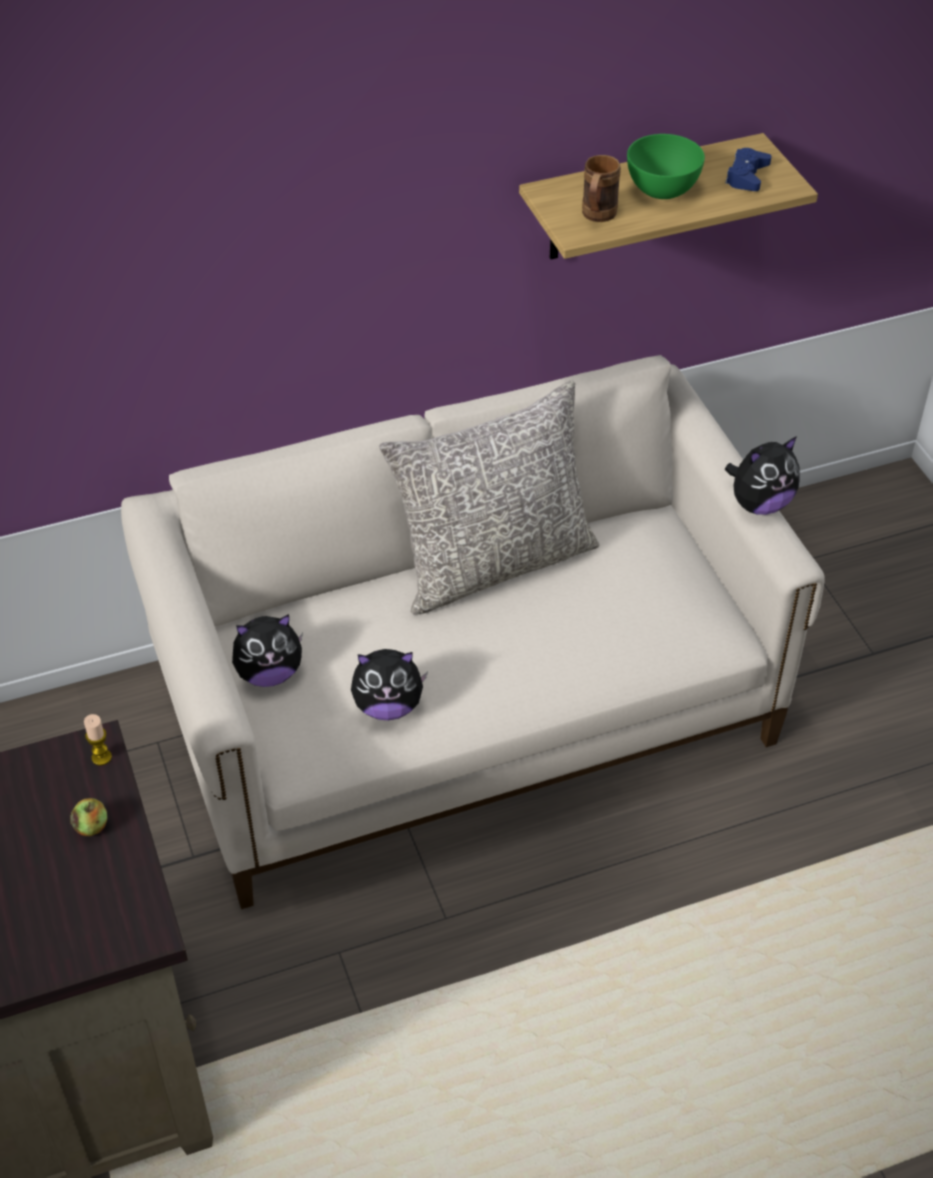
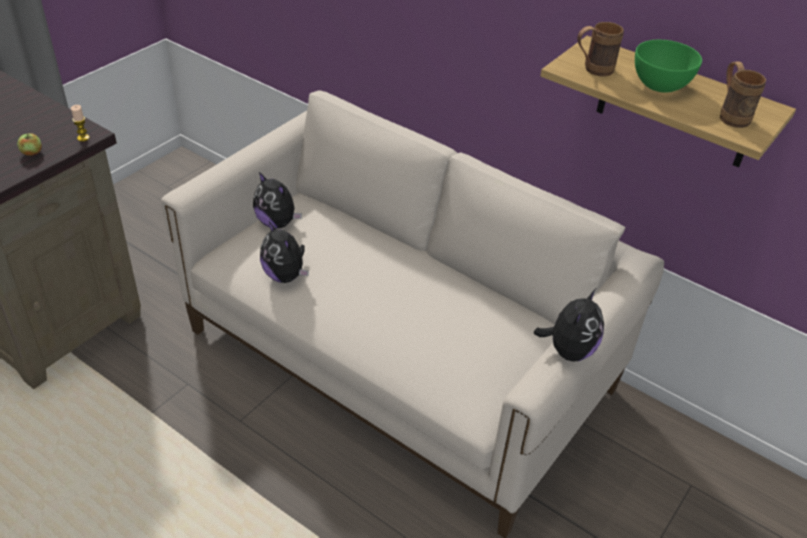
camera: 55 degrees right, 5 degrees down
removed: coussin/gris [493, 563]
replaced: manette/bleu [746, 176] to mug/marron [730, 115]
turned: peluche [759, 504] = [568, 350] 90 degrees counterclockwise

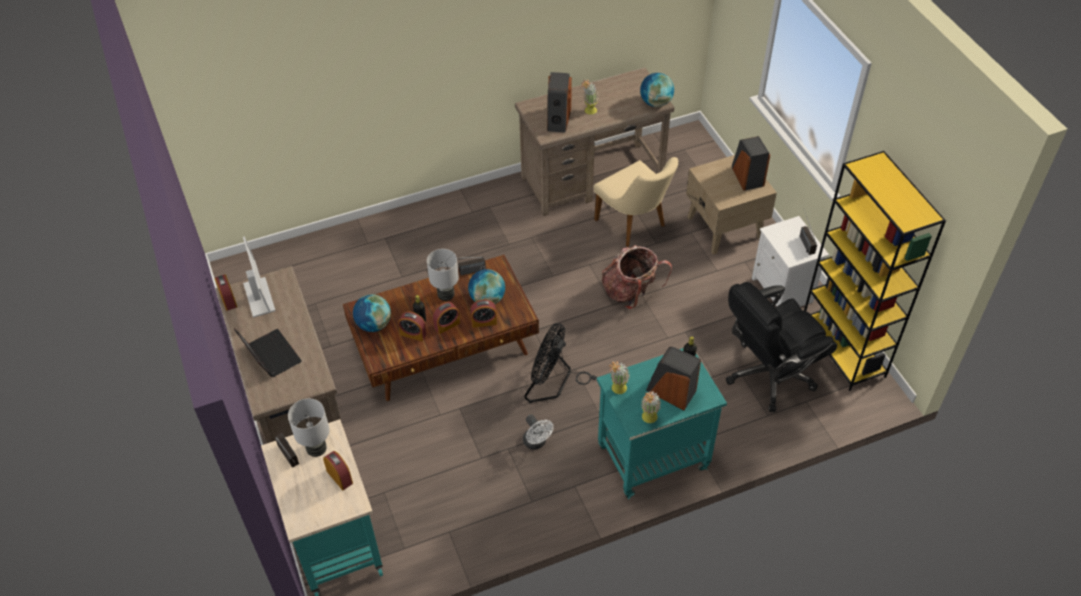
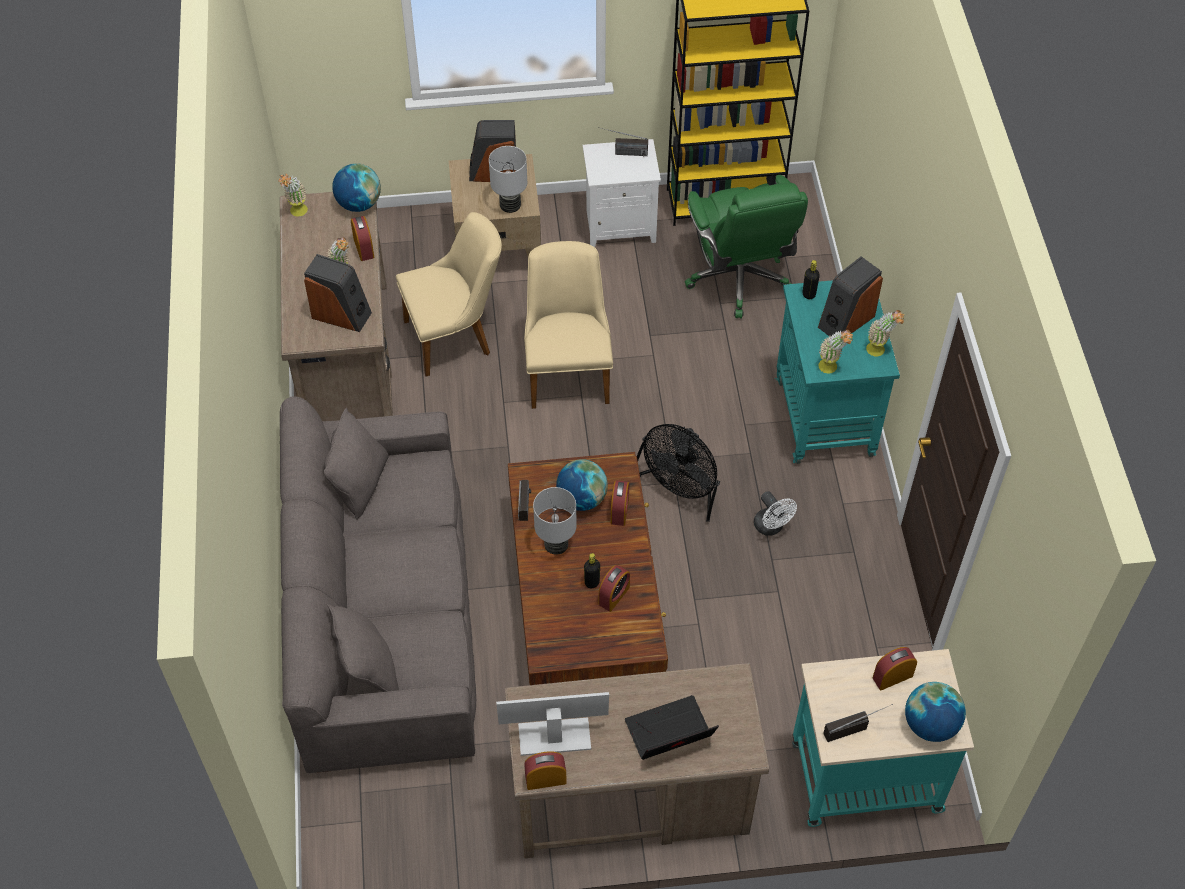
camera: 75 degrees left, 5 degrees up
added: plante en pot [297, 213]; canapé/gris [386, 616]
moved: lampe de table/gris [316, 448] to [510, 205]; globe [374, 324] to [930, 724]; réveil [447, 325] to [364, 248]
replaced: sac à dos [631, 292] to chaise/beige [568, 371]
recoloured: chaise de bureau/noir [770, 375] to chaise de bureau/vert [739, 277]
turned: ventilateur/blanc [536, 443] = [771, 527] 75 degrees clockwise

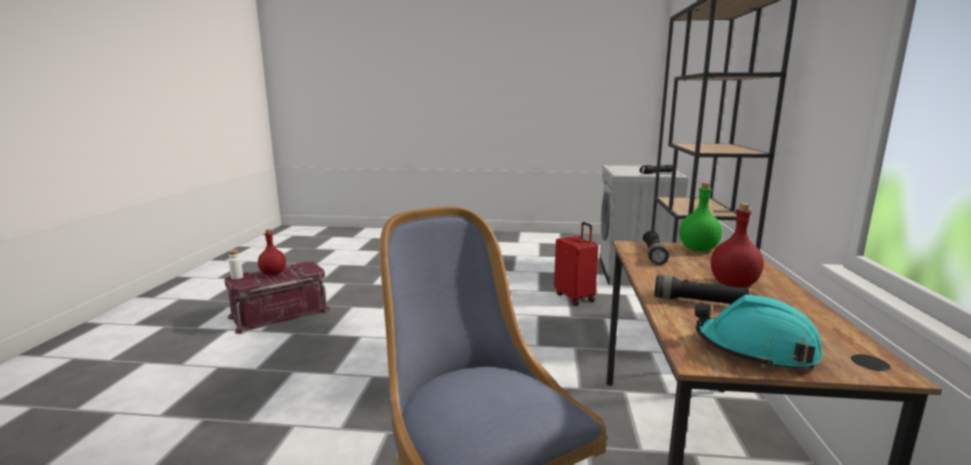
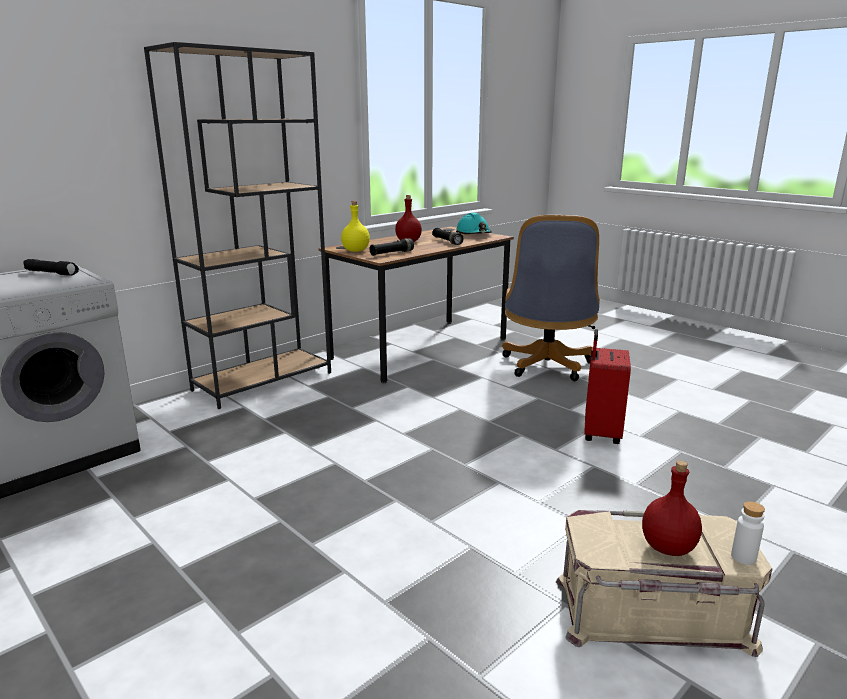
camera: 140 degrees left, 5 degrees up
moved: valise/rouge [575, 297] to [600, 434]
recoloured: boîte de rangement/rouge [280, 313] to boîte de rangement/beige [652, 615]; bouteille/vert [697, 249] to bouteille/jaune [356, 251]

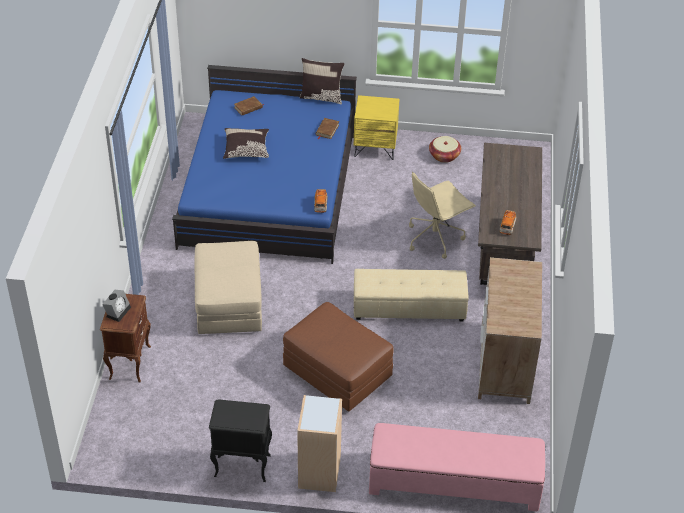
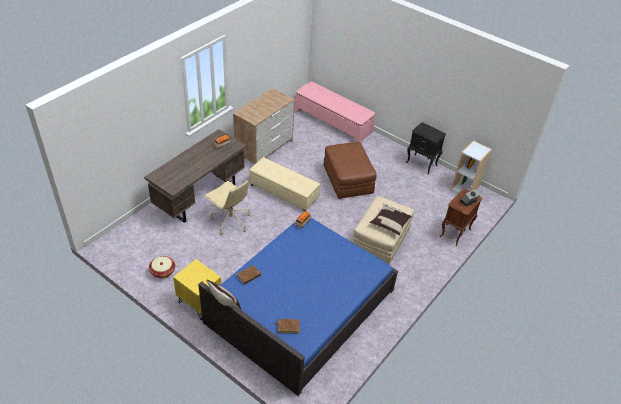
camera: 150 degrees left, 0 degrees up
moved: coussin [246, 149] to [390, 223]; bibliothèque [319, 473] to [465, 187]
turned: chaise de bureau/beige [436, 238] = [229, 220] 45 degrees clockwise

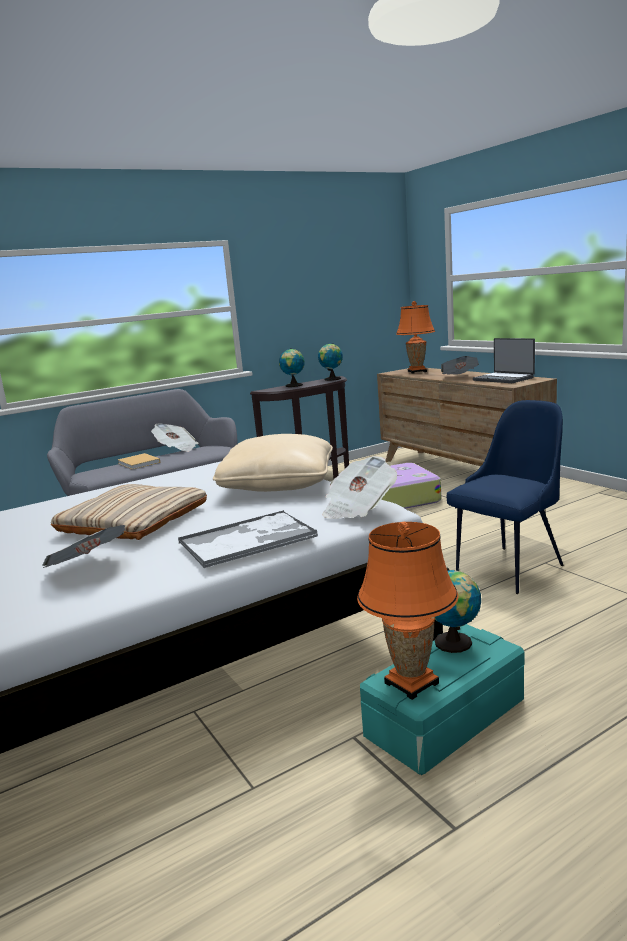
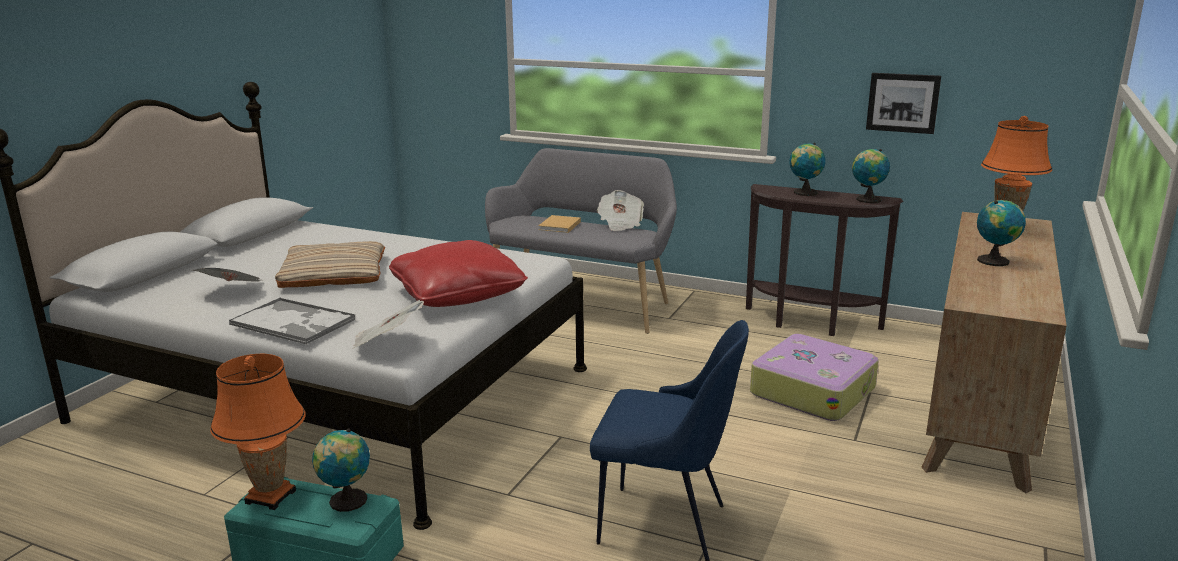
camera: 55 degrees right, 5 degrees up
removed: ordinateur portable [504, 379]
added: tableau [903, 102]
replaced: journal [459, 377] to globe [995, 261]
recoloured: coussin/beige [278, 484] to coussin/rouge [458, 294]

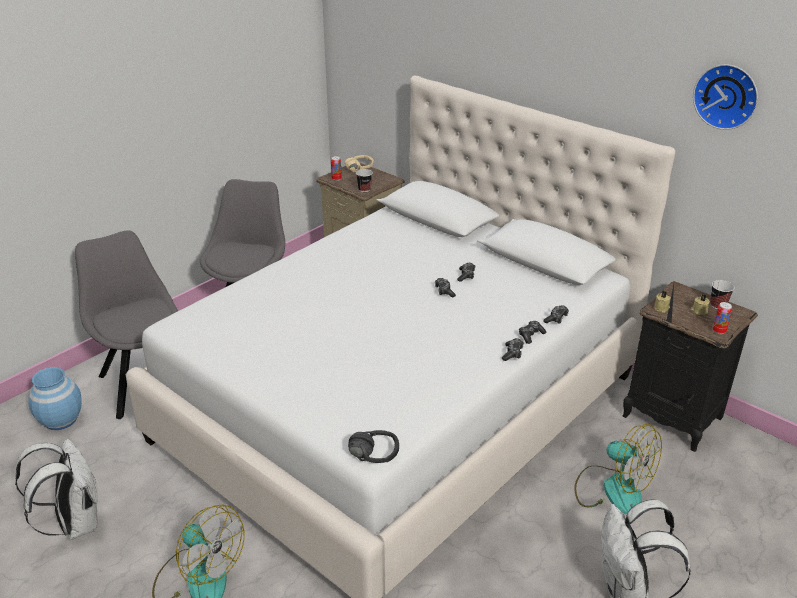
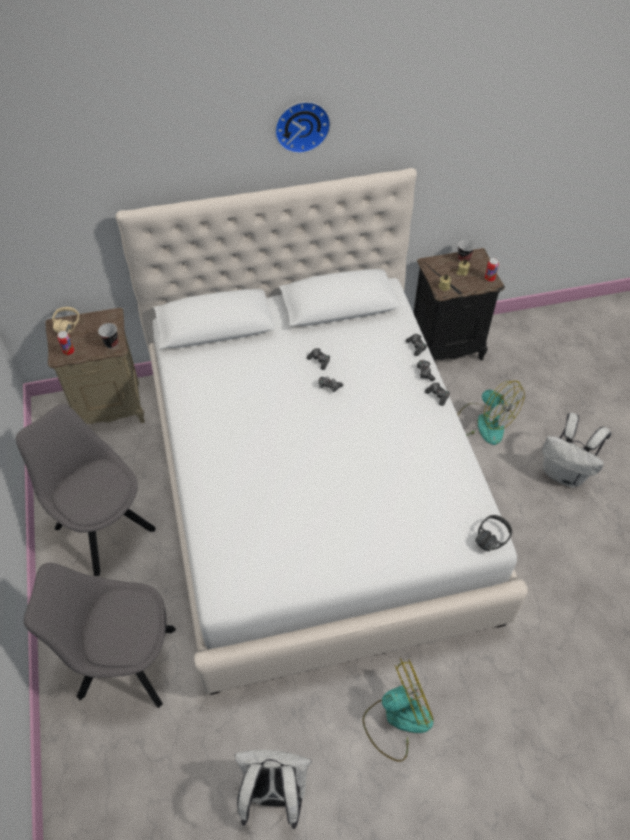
camera: 55 degrees left, 20 degrees up
removed: vase/bleu [60, 419]
moved: horloge murale [727, 96] to [301, 125]
turned: ventilateur [612, 489] = [484, 423] 60 degrees clockwise

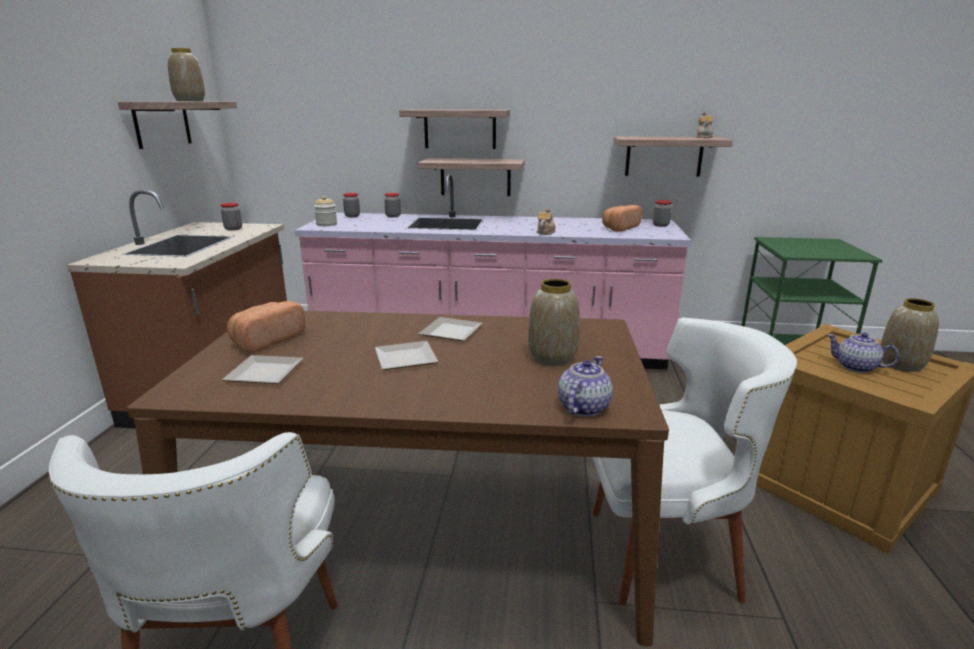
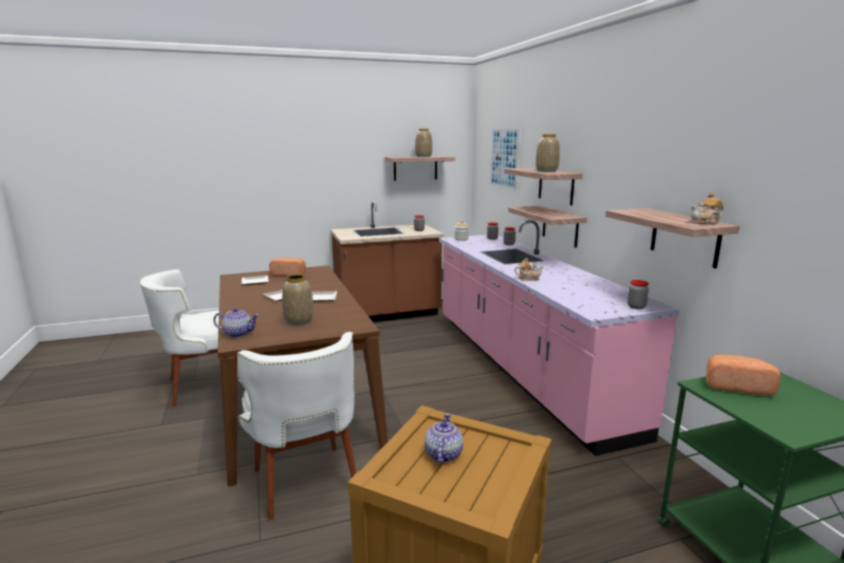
camera: 65 degrees right, 5 degrees down
added: tableau [504, 158]
moved: pain [619, 228] to [736, 386]; vase [900, 364] to [546, 171]

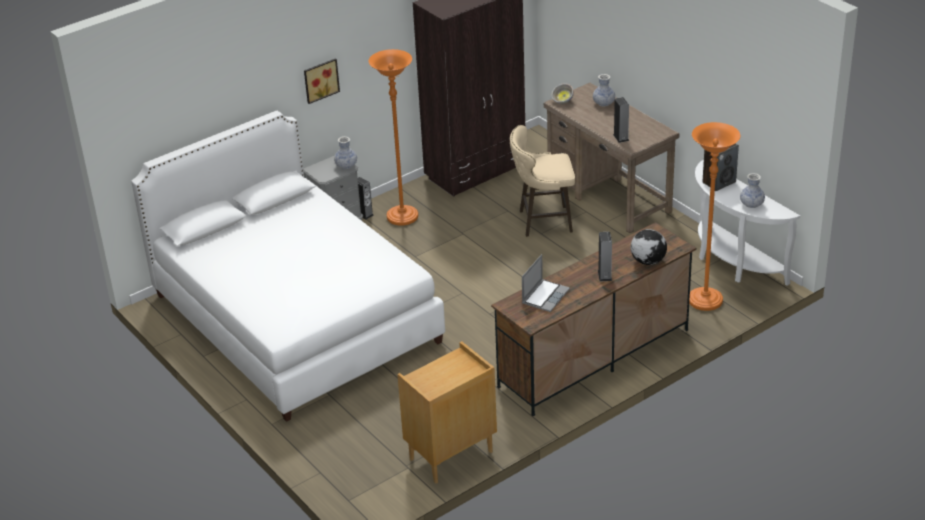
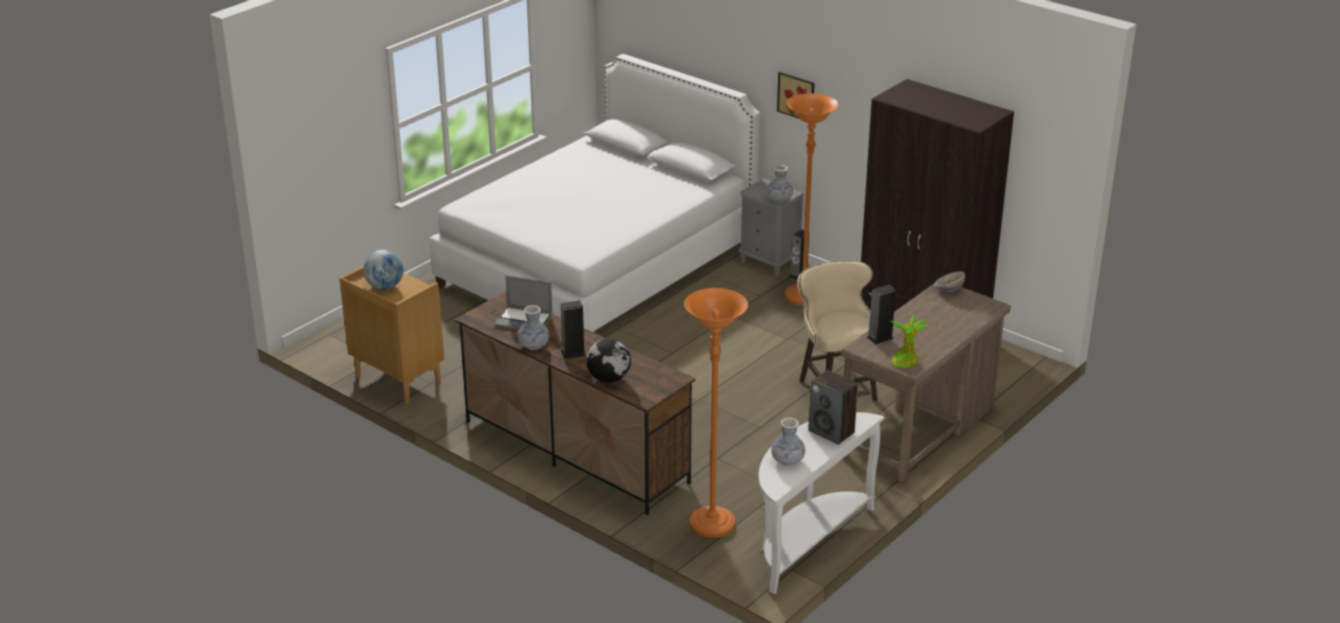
camera: 75 degrees right, 5 degrees down
added: globe [385, 286]; plante en pot [905, 360]
moved: vase [603, 103] to [533, 345]

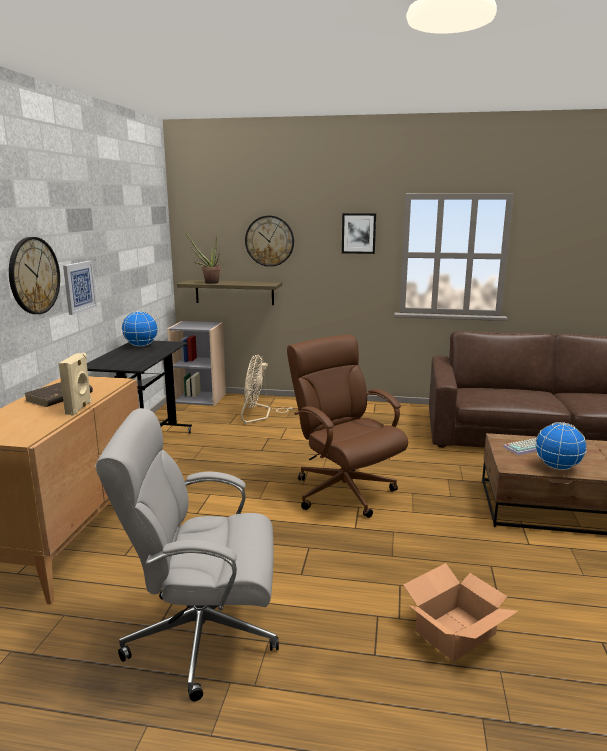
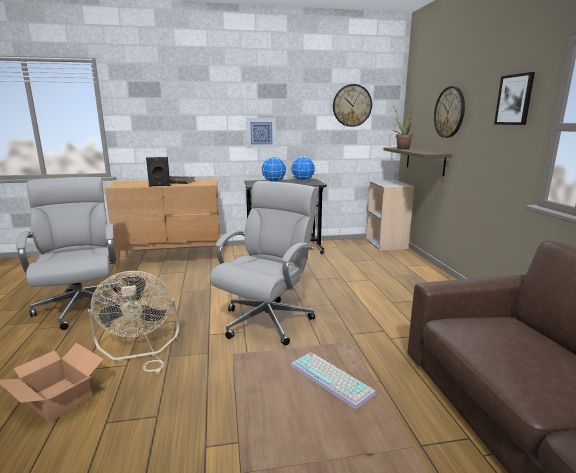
camera: 70 degrees right, 0 degrees up
moved: horloge murale [34, 275] to [352, 105]; ventilateur/beige [260, 413] to [140, 351]; globe [557, 467] to [274, 182]
recoloured: enceinte/beige [79, 408] to enceinte/noir [159, 186]; chaise de bureau/marron [344, 492] to chaise de bureau/gris [266, 321]

